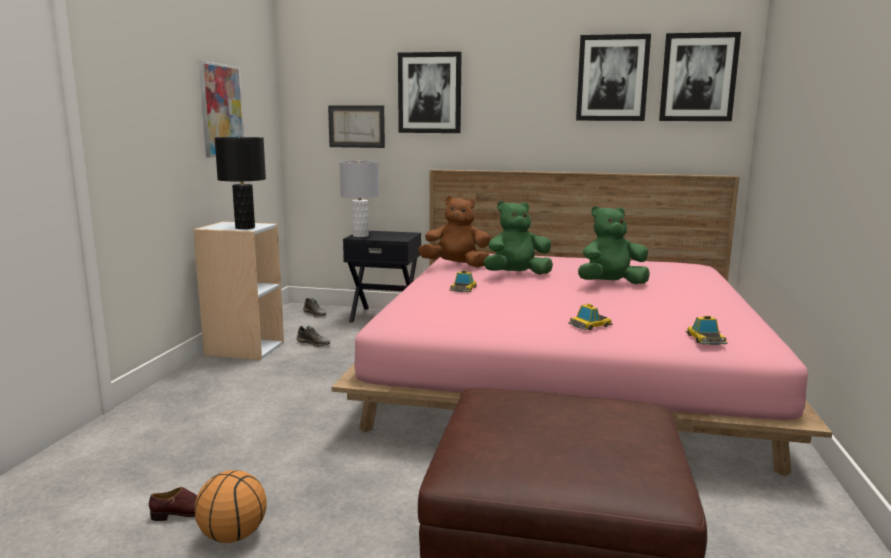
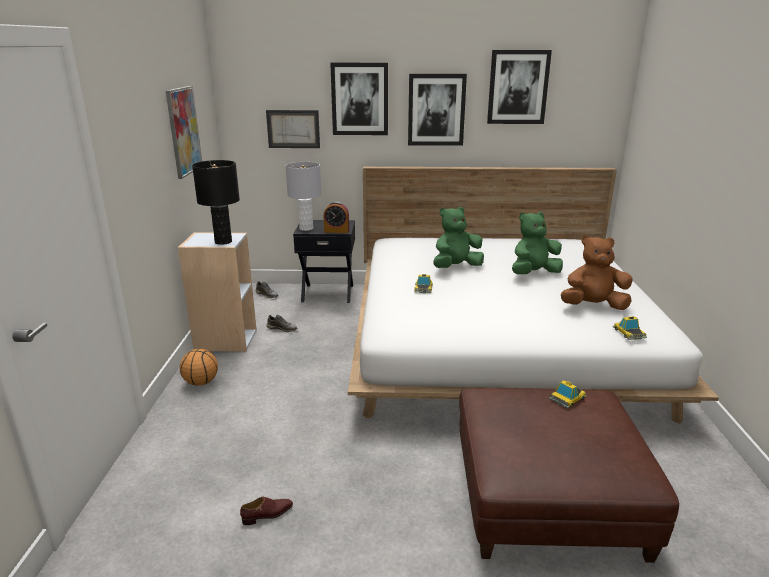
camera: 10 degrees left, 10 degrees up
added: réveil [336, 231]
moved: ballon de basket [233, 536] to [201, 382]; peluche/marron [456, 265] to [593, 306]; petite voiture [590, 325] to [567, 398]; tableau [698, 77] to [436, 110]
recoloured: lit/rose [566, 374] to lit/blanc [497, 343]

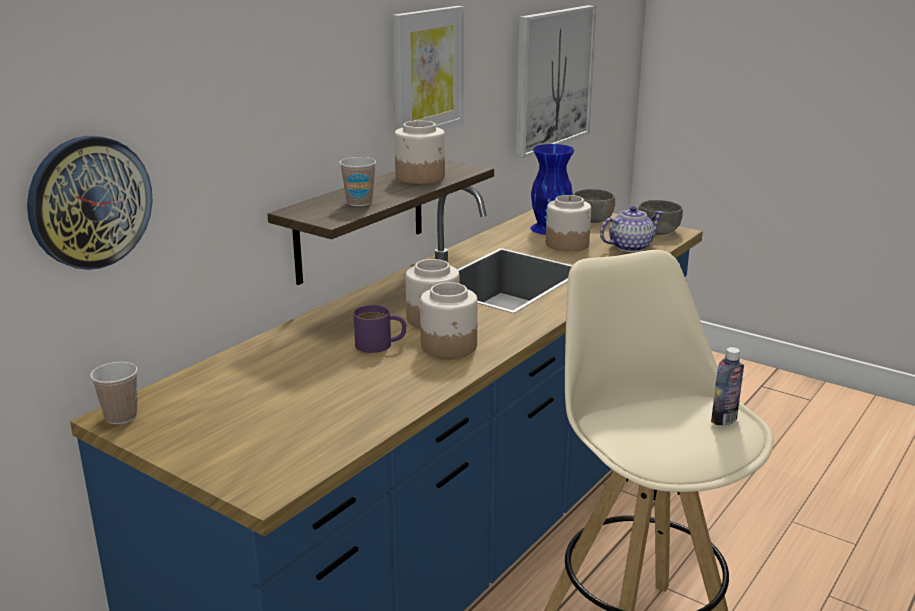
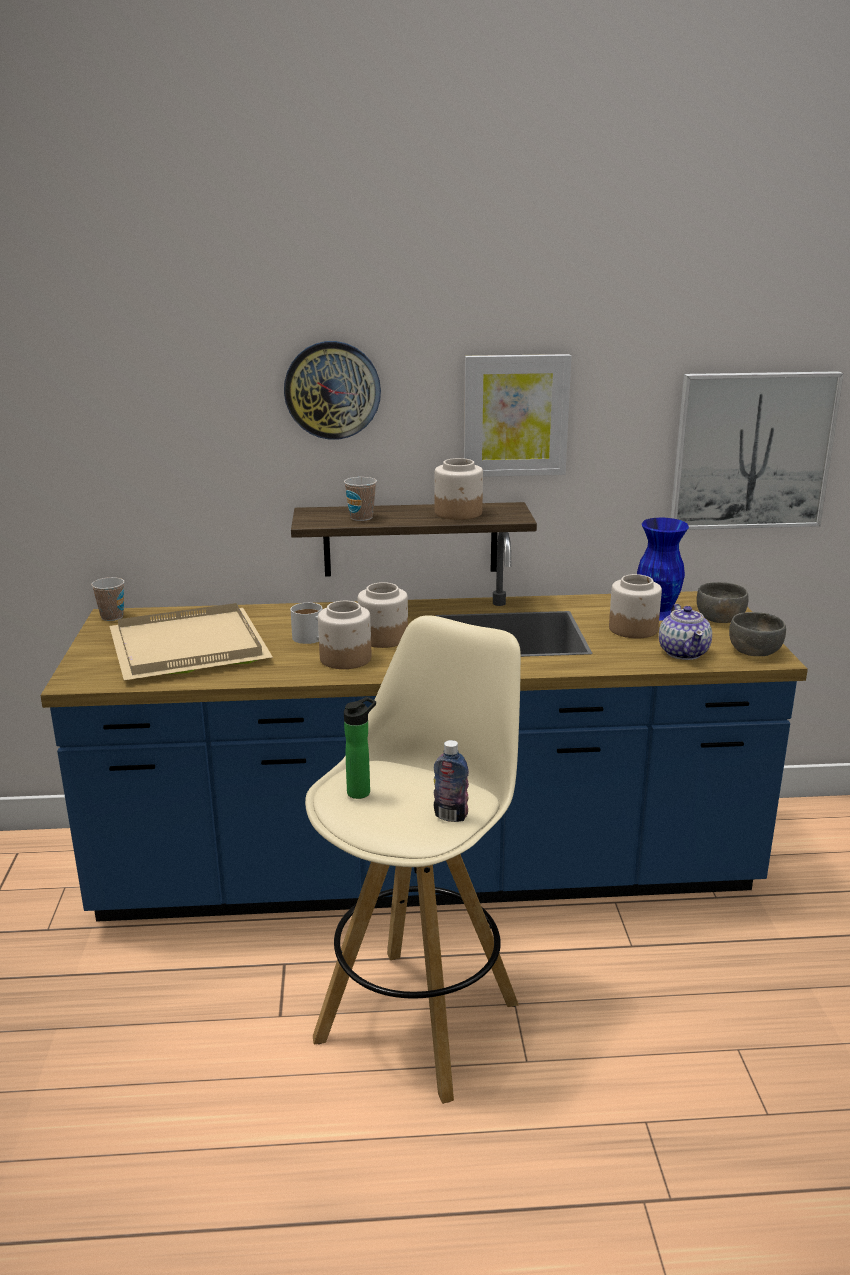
camera: 50 degrees right, 0 degrees up
added: plateau/beige [185, 646]; bouteille [361, 791]
moved: horloge murale [90, 202] to [332, 390]
recoloured: mug/violet [380, 344] to mug/blanc [312, 639]
turned: théière [629, 247] = [683, 652] 60 degrees clockwise

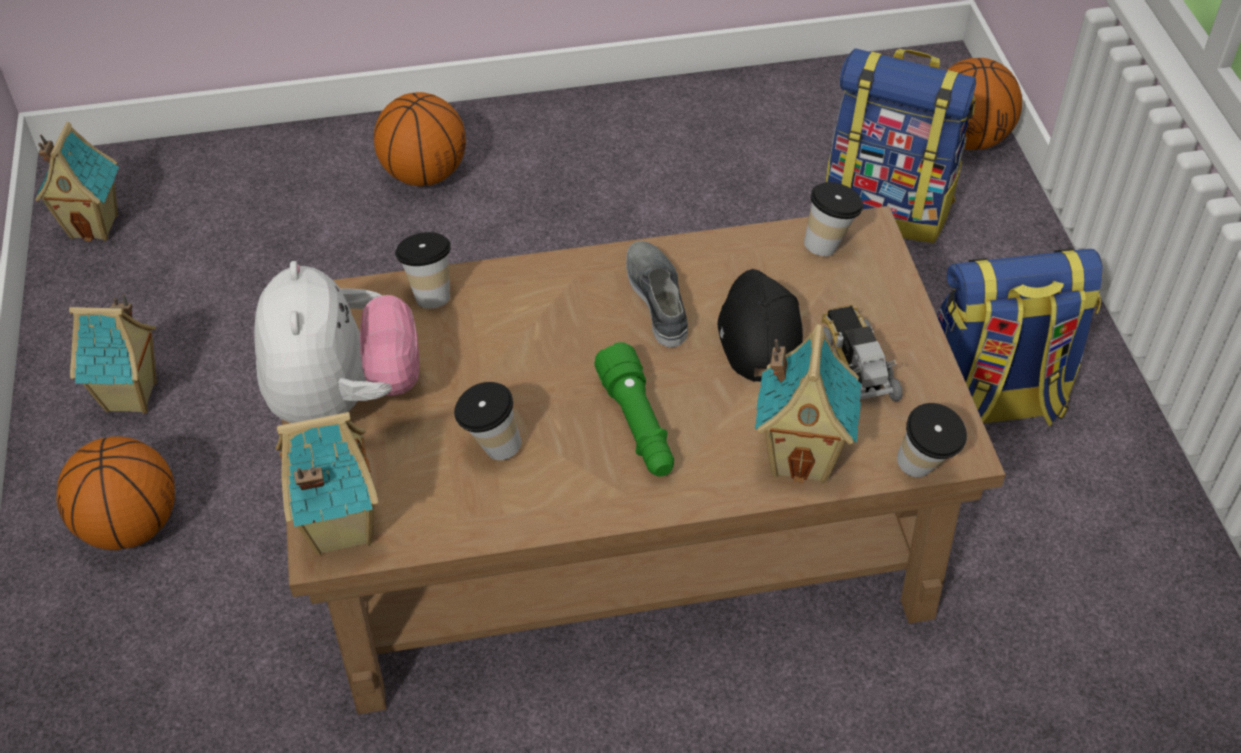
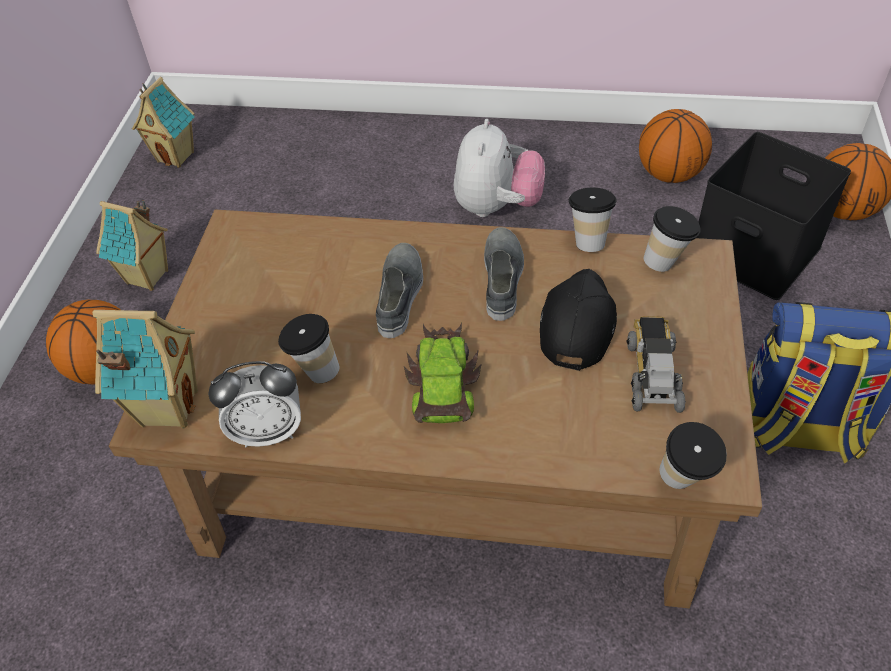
camera: 20 degrees right, 0 degrees up
removed: maison miniature [802, 457]
added: réveil [268, 431]; chaussure/gris [400, 294]
moved: peluche [344, 398] to [497, 206]; ballon de basket [424, 174] to [669, 174]; tasse [430, 293] to [588, 240]
replaced: lampe de poche/vert [638, 425] to petite voiture [442, 380]; sac à dos [889, 206] to boîte de rangement/noir [758, 251]

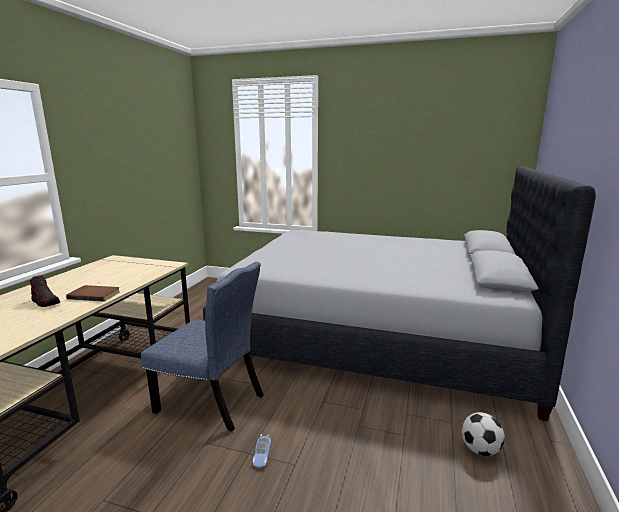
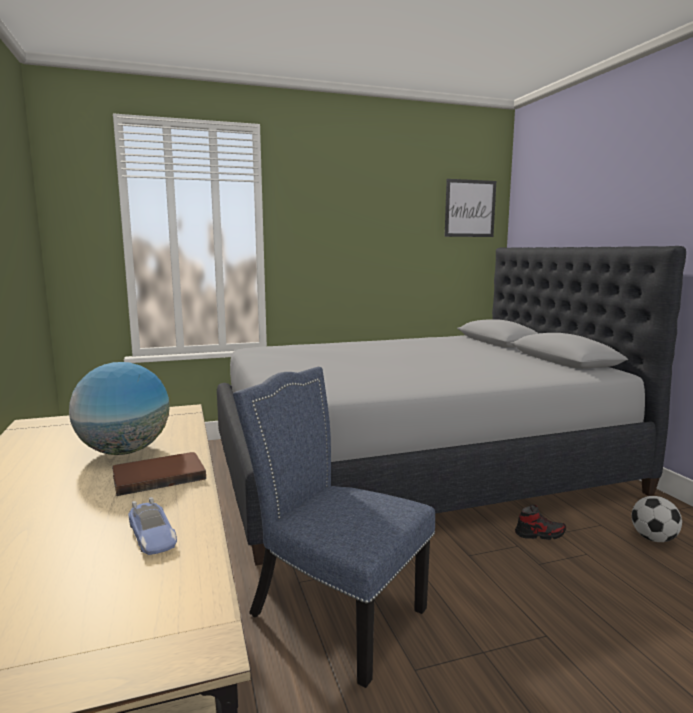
camera: 35 degrees left, 5 degrees down
added: globe [124, 451]; tableau [470, 208]
moved: chaussure [45, 302] to [539, 534]; petite voiture [262, 454] to [152, 535]
turned: chaise/bleu [210, 401] = [338, 617] 135 degrees counterclockwise

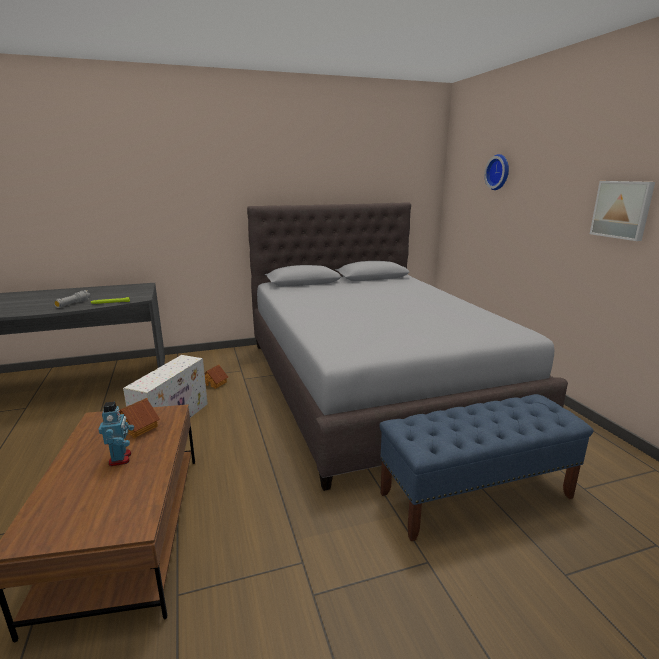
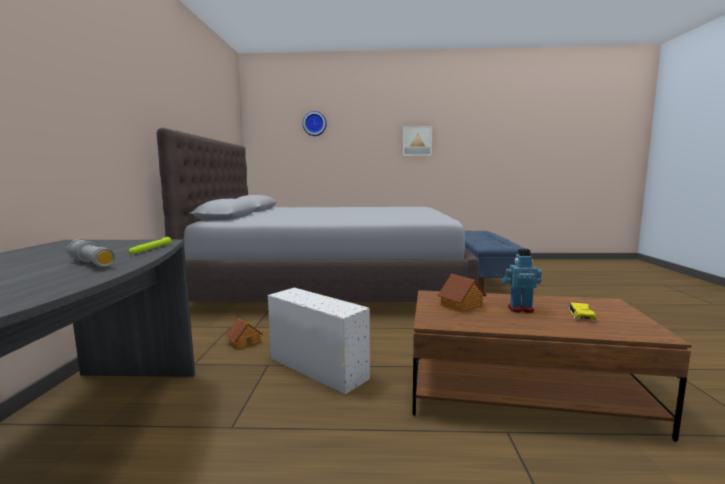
camera: 70 degrees left, 10 degrees down
added: petite voiture/jaune [581, 314]

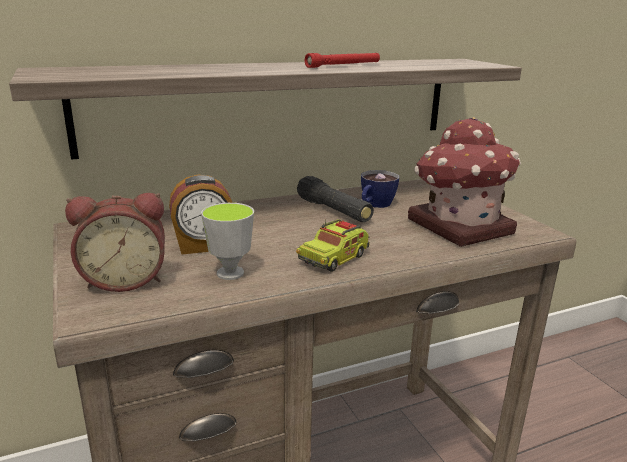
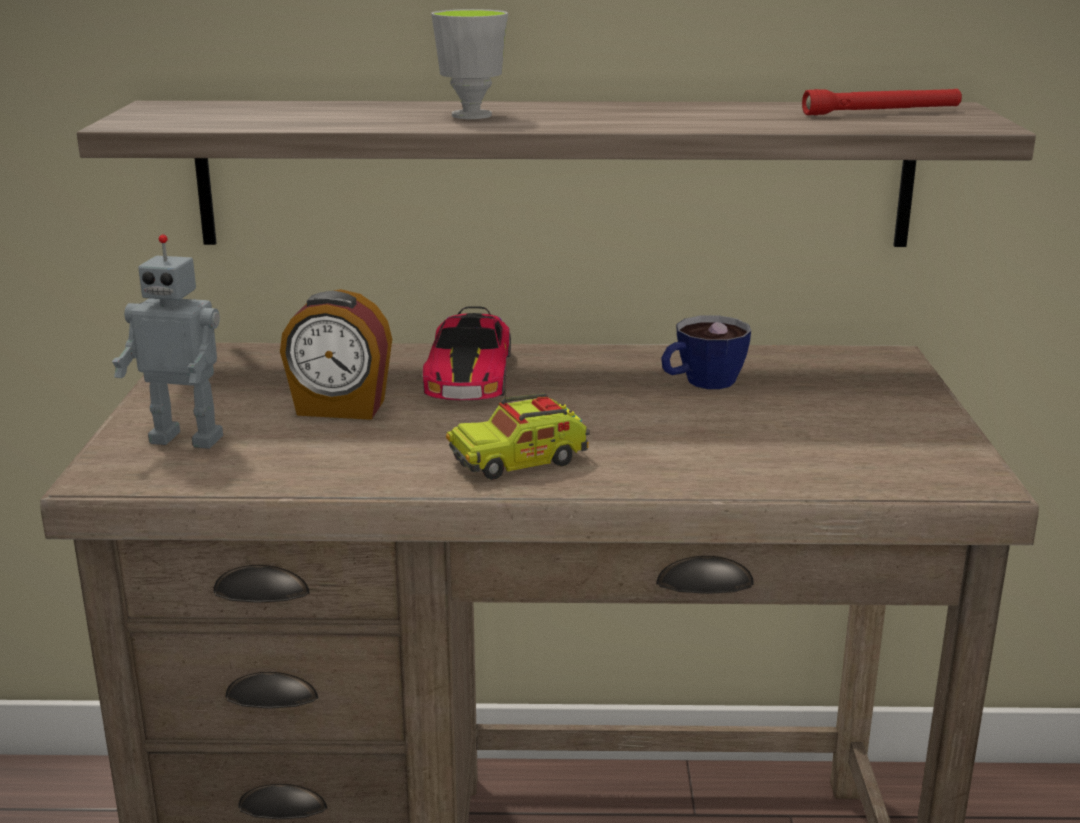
camera: 25 degrees right, 0 degrees up
removed: lampe de poche/noir [333, 211]; maison miniature [458, 226]
added: petite voiture [469, 374]
moved: tasse [230, 273] to [471, 115]; lampe de poche/rouge [344, 66] to [882, 112]
replaced: réveil [125, 280] to robot jouet [188, 438]

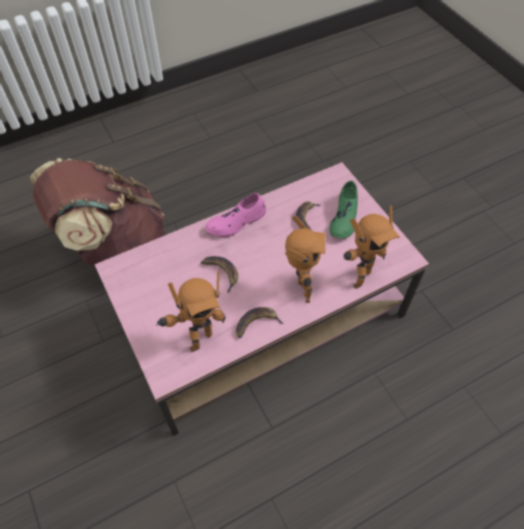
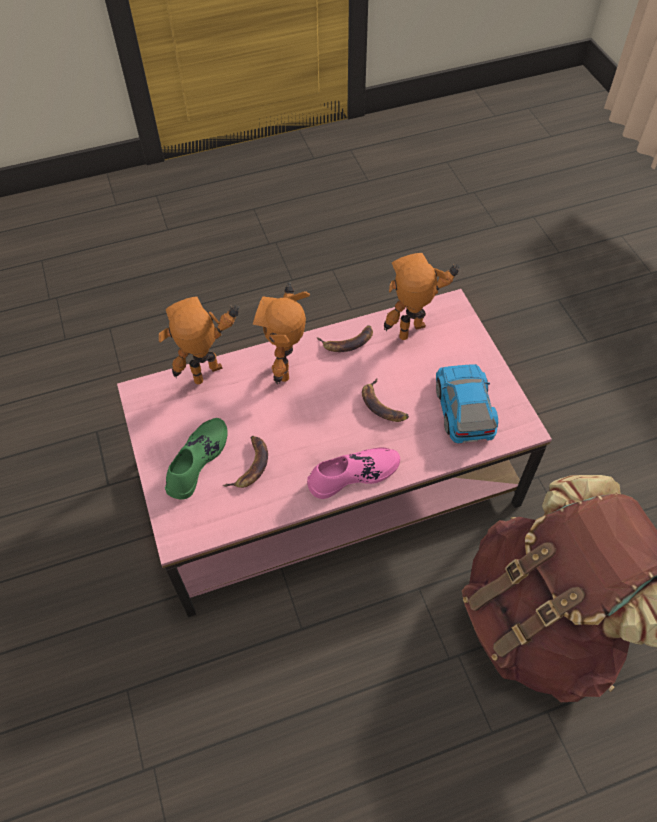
camera: 170 degrees left, 0 degrees up
added: petite voiture [464, 407]

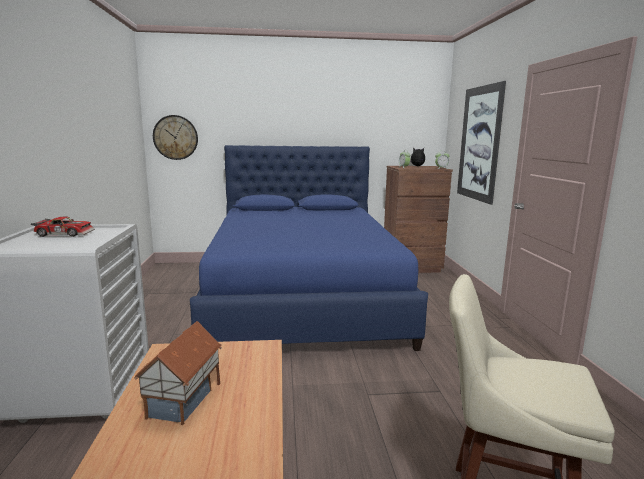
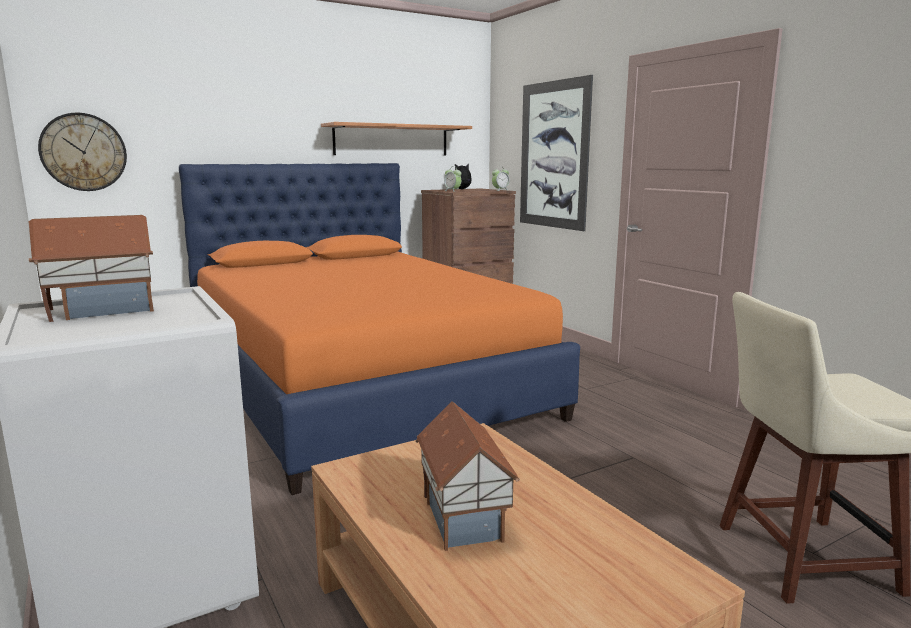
camera: 25 degrees left, 0 degrees up
added: étagère [391, 140]
replaced: petite voiture [65, 233] to maison miniature [101, 310]
recoloured: lit/bleu [303, 295] to lit/orange [361, 384]

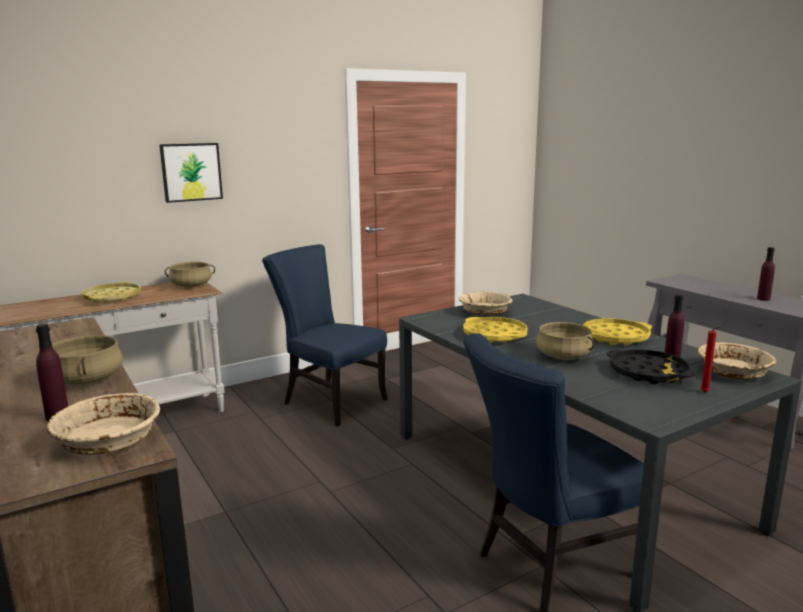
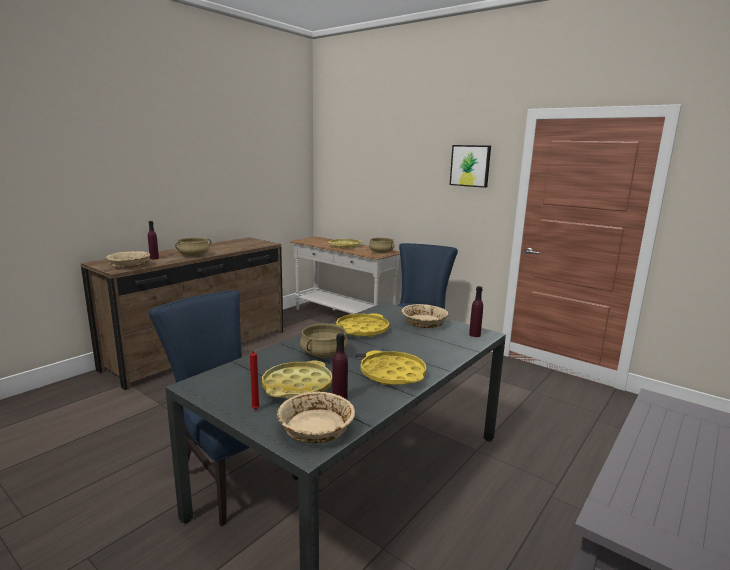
camera: 70 degrees right, 0 degrees up
moved: tableau [191, 172] to [470, 165]; bouteille/violet [763, 299] to [474, 335]
recoloured: plateau/noir [648, 373] to plateau/jaune [297, 386]

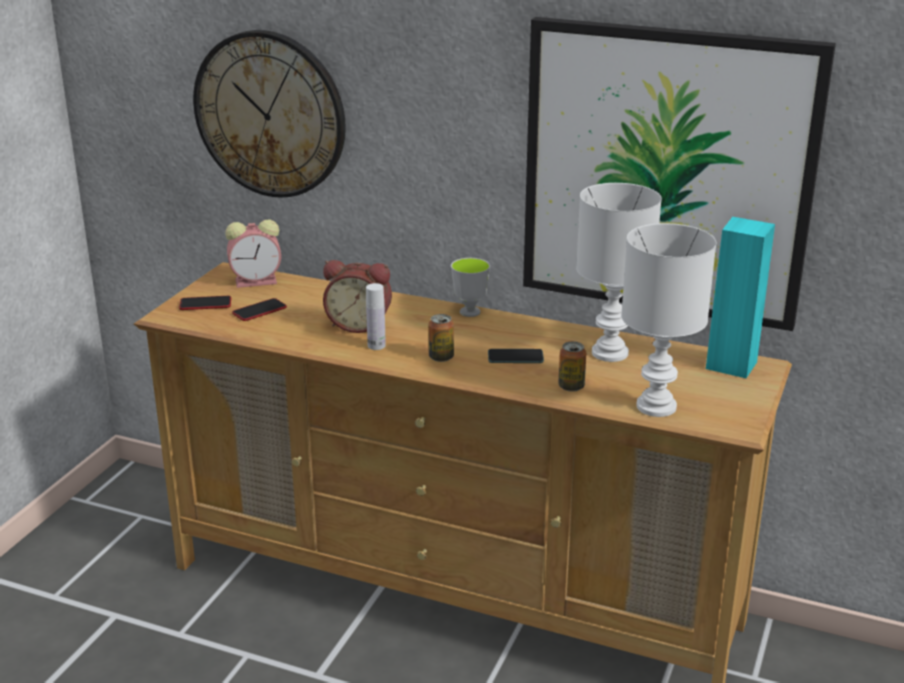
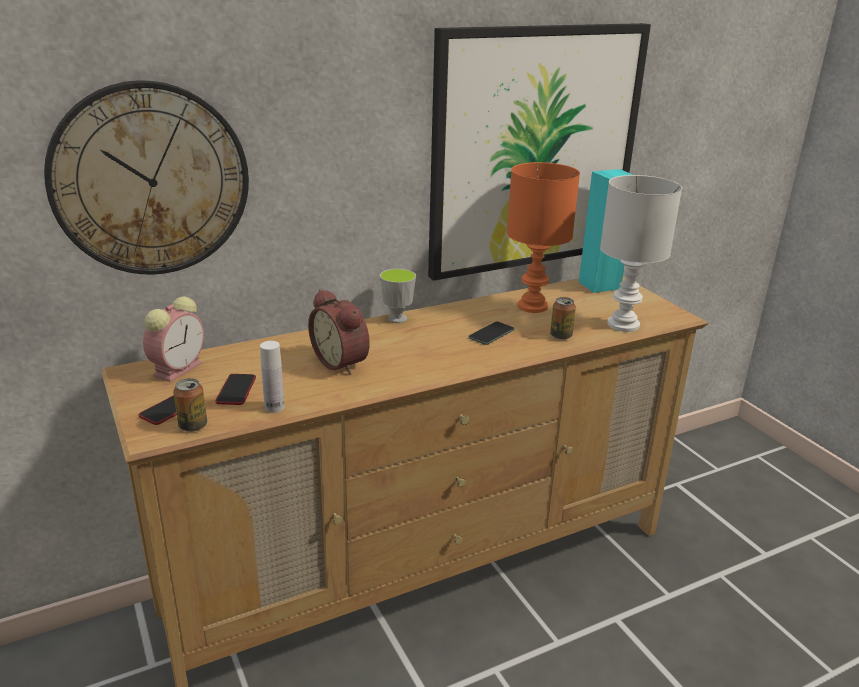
camera: 50 degrees left, 0 degrees up
moved: bouteille/blanc [376, 345] to [274, 407]; boîte métallique [441, 357] to [193, 426]
recoloured: lampe de table/blanc [608, 353] to lampe de table/orange [532, 307]
turned: réveil [359, 324] = [343, 362] 90 degrees clockwise

